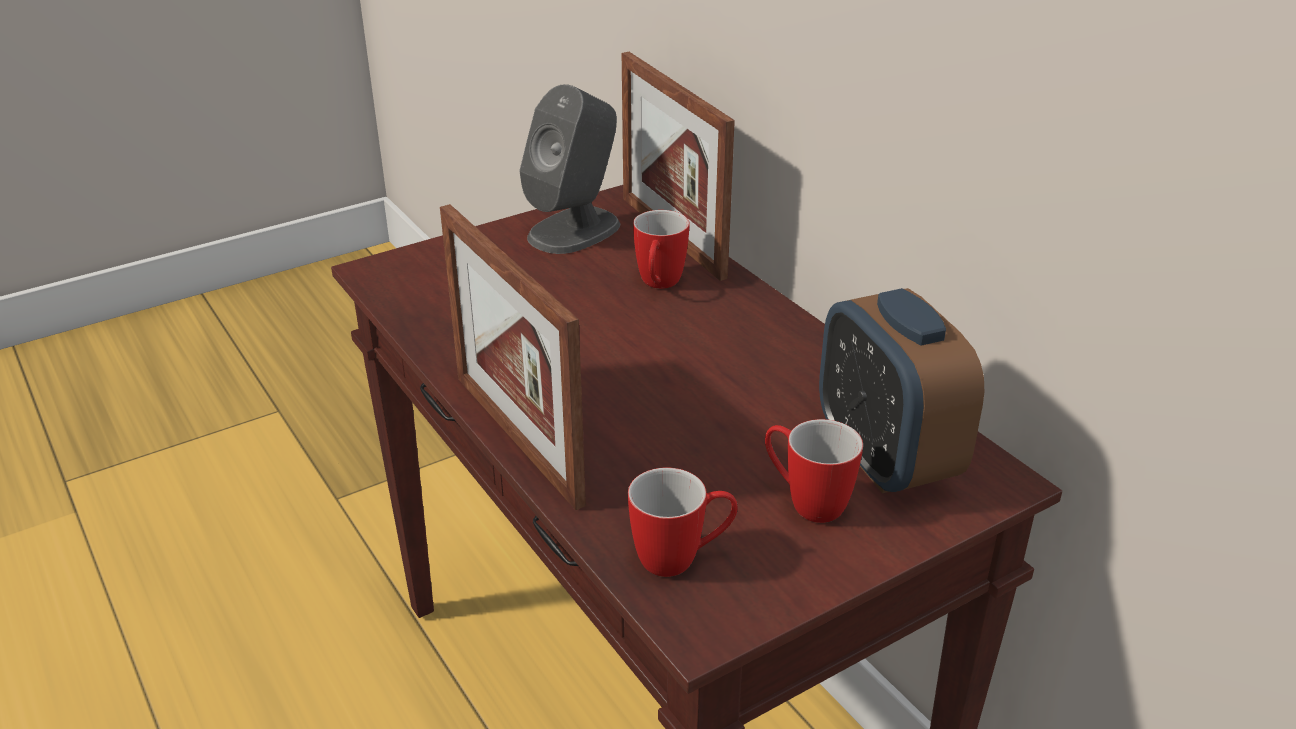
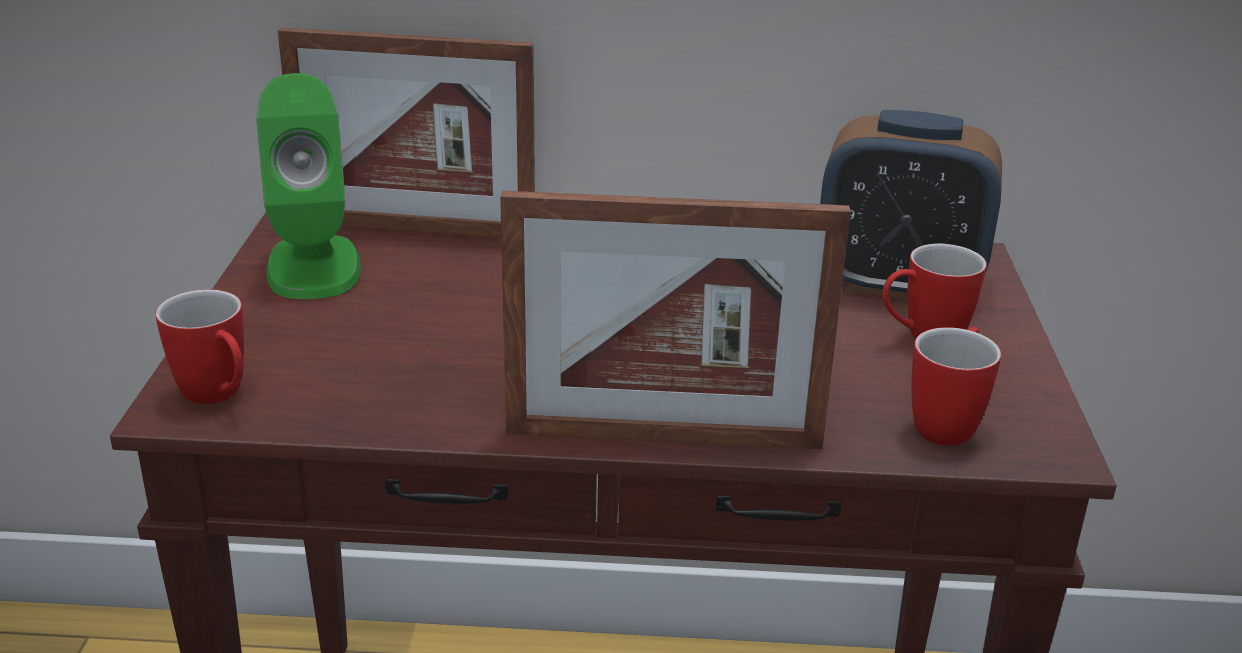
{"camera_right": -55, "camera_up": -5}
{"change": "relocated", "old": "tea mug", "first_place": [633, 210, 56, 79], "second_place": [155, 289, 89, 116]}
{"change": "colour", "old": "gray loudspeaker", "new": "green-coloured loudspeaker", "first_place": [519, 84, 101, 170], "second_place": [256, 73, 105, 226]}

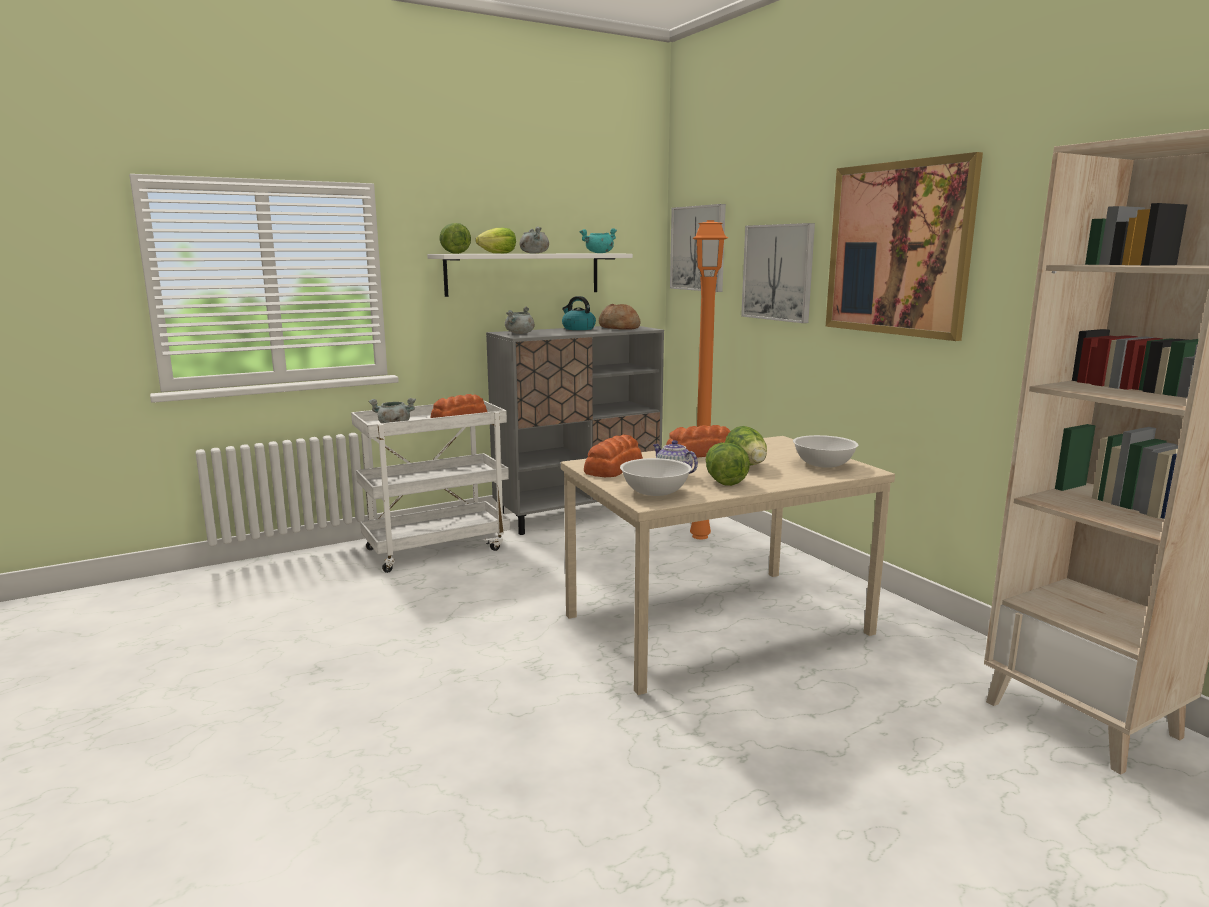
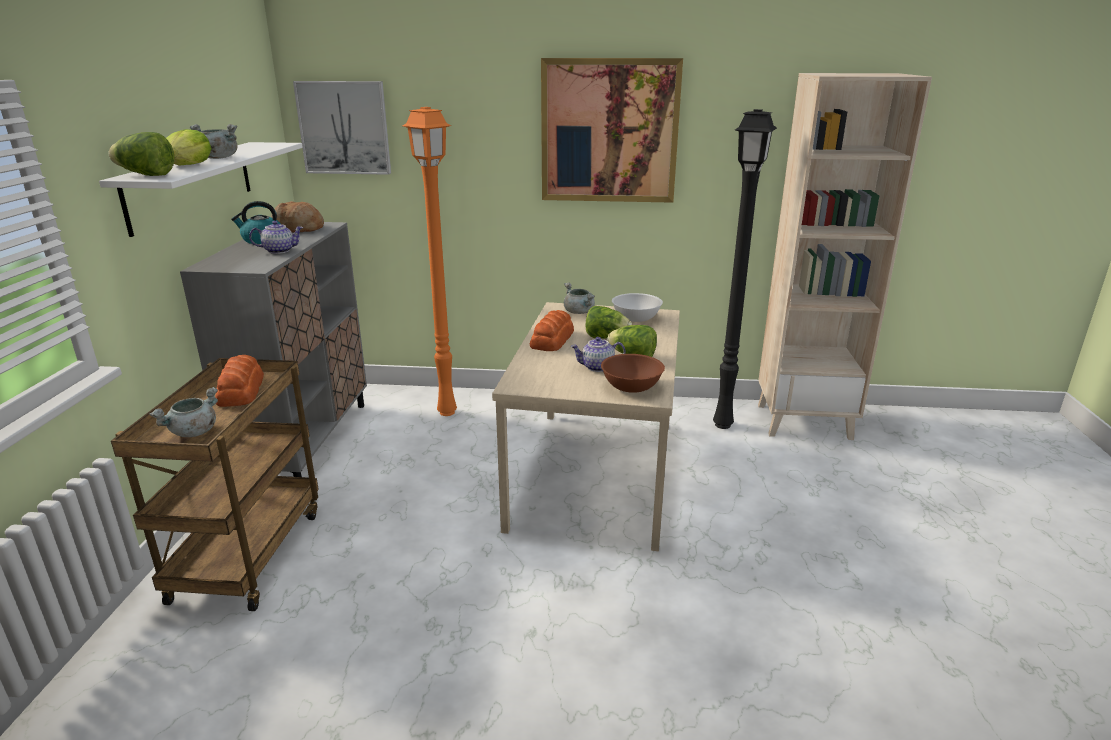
{"camera_right": -55, "camera_up": 10}
{"change": "missing", "old": "blue-green saucepot", "first_place": [580, 228, 37, 25]}
{"change": "missing", "old": "baked bread", "first_place": [584, 434, 59, 43]}
{"change": "missing", "old": "wall art", "first_place": [741, 223, 74, 100]}
{"change": "appeared", "new": "pot for tea", "second_place": [249, 221, 54, 33]}
{"change": "appeared", "new": "blackish standing lamp", "second_place": [713, 109, 64, 320]}
{"change": "relocated", "old": "gray saucepot", "first_place": [505, 307, 30, 27], "second_place": [564, 282, 31, 32]}
{"change": "colour", "old": "whitish cart", "new": "brown-coloured cart", "first_place": [351, 400, 160, 173], "second_place": [111, 358, 208, 253]}
{"change": "colour", "old": "whitish bowl", "new": "brown-coloured bowl", "first_place": [620, 458, 72, 38], "second_place": [601, 354, 64, 39]}

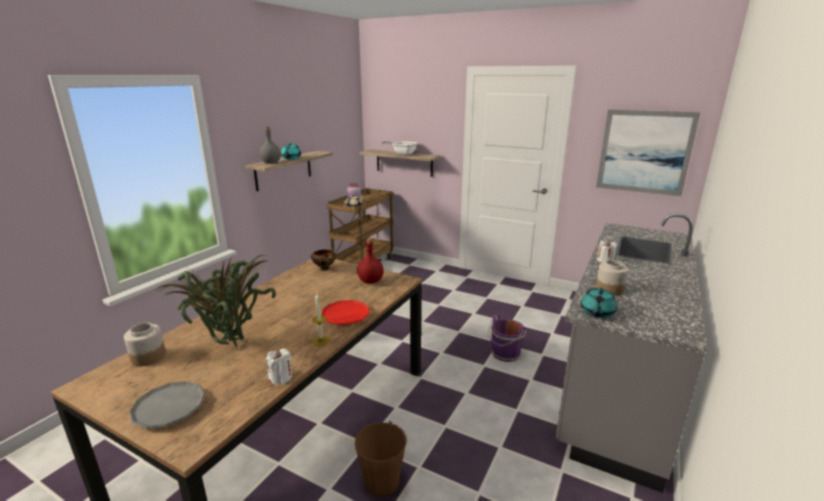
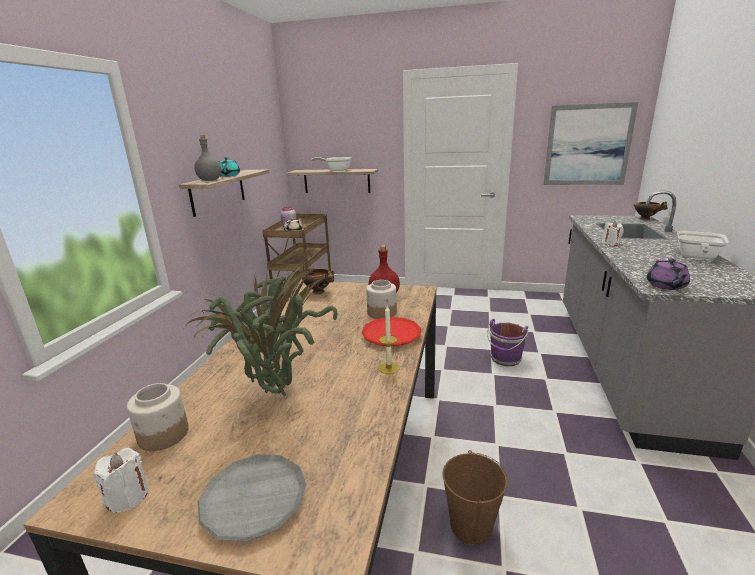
{"camera_right": -15, "camera_up": 0}
{"change": "appeared", "new": "bowl", "second_place": [634, 201, 34, 19]}
{"change": "appeared", "new": "skillet", "second_place": [677, 231, 52, 29]}
{"change": "relocated", "old": "whitish candle", "first_place": [266, 349, 26, 36], "second_place": [94, 448, 54, 65]}
{"change": "relocated", "old": "jar", "first_place": [596, 260, 33, 36], "second_place": [366, 280, 31, 39]}
{"change": "colour", "old": "blue-green pot for tea", "new": "purple pot for tea", "first_place": [581, 287, 36, 31], "second_place": [647, 258, 43, 32]}

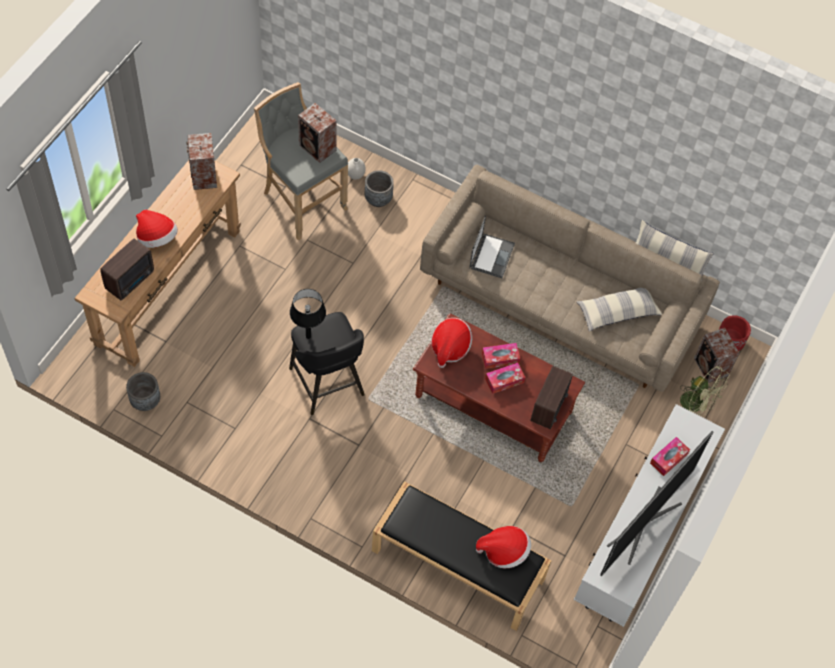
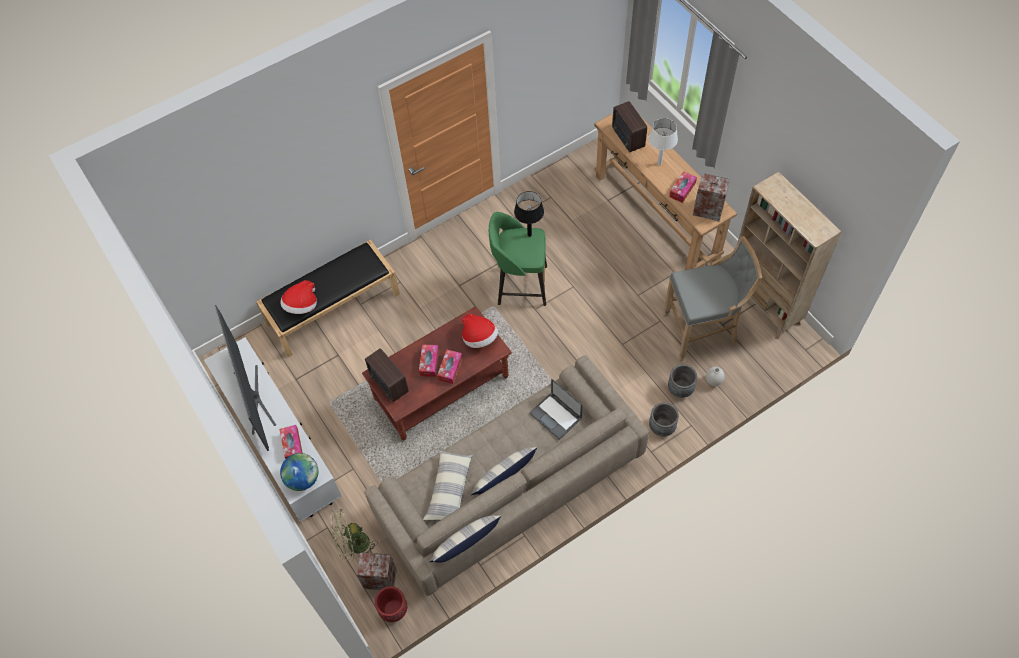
{"camera_right": 125, "camera_up": 0}
{"change": "missing", "old": "loudspeaker", "first_place": [298, 103, 39, 60]}
{"change": "appeared", "new": "world globe", "second_place": [280, 453, 38, 38]}
{"change": "appeared", "new": "throw pillow", "second_place": [471, 447, 66, 48]}
{"change": "appeared", "new": "tissue box", "second_place": [669, 171, 28, 32]}
{"change": "appeared", "new": "beige shelving unit", "second_place": [737, 172, 105, 167]}
{"change": "relocated", "old": "gray plant pot", "first_place": [126, 372, 34, 39], "second_place": [649, 403, 30, 33]}
{"change": "exchanged", "old": "hat", "new": "whitish lamp for a table", "first_place": [136, 210, 42, 38], "second_place": [648, 118, 30, 47]}
{"change": "colour", "old": "blackish stool", "new": "green-coloured stool", "first_place": [289, 312, 76, 103], "second_place": [489, 212, 58, 94]}

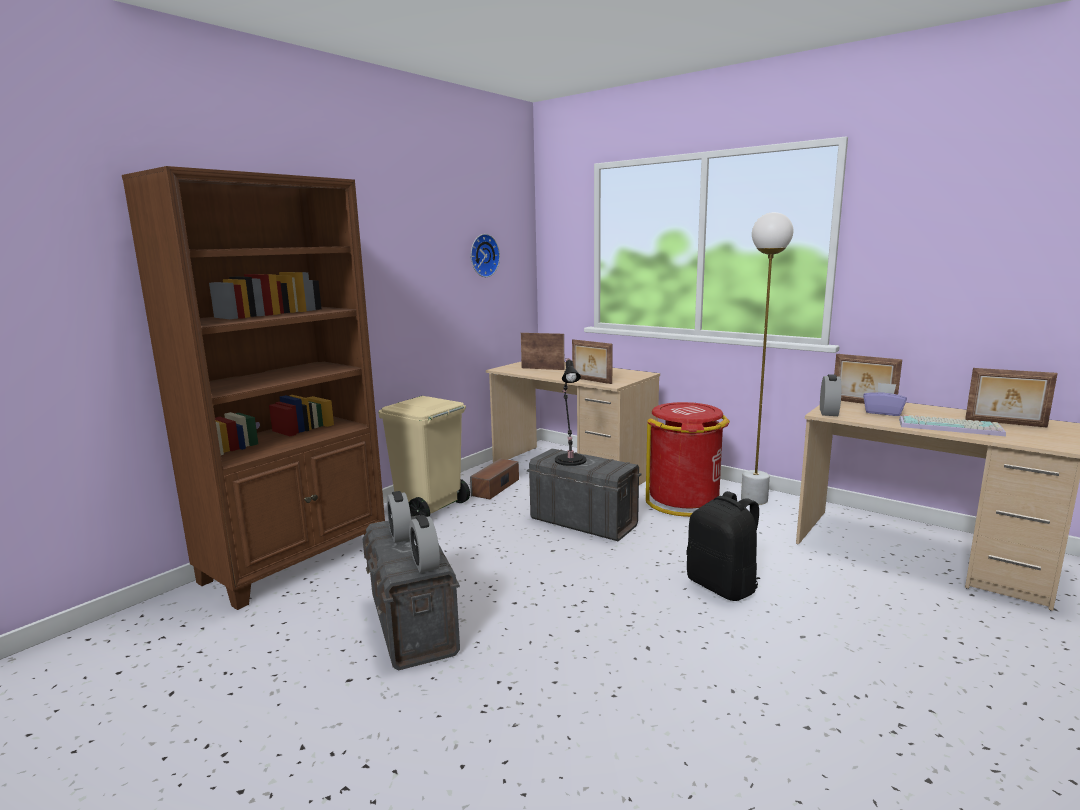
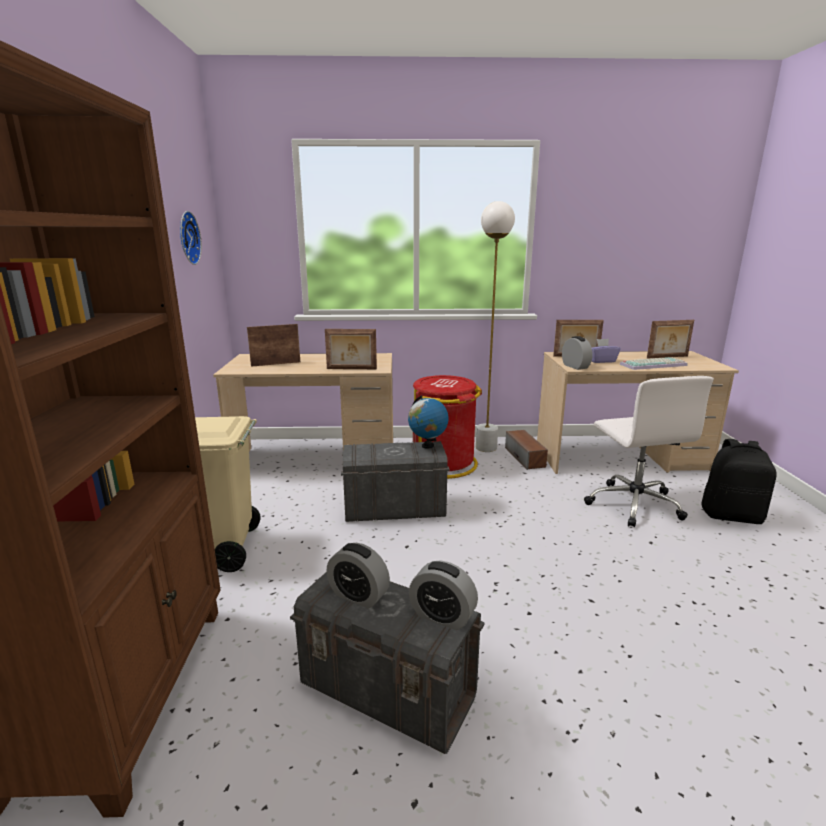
{"camera_right": -40, "camera_up": 5}
{"change": "missing", "old": "blackish lamp for a table", "first_place": [555, 358, 31, 108]}
{"change": "appeared", "new": "world globe", "second_place": [408, 395, 41, 54]}
{"change": "appeared", "new": "whitish desk chair", "second_place": [584, 376, 130, 151]}
{"change": "relocated", "old": "loudspeaker", "first_place": [470, 458, 49, 41], "second_place": [505, 430, 43, 40]}
{"change": "relocated", "old": "blackish rucksack", "first_place": [687, 491, 73, 110], "second_place": [701, 439, 76, 85]}

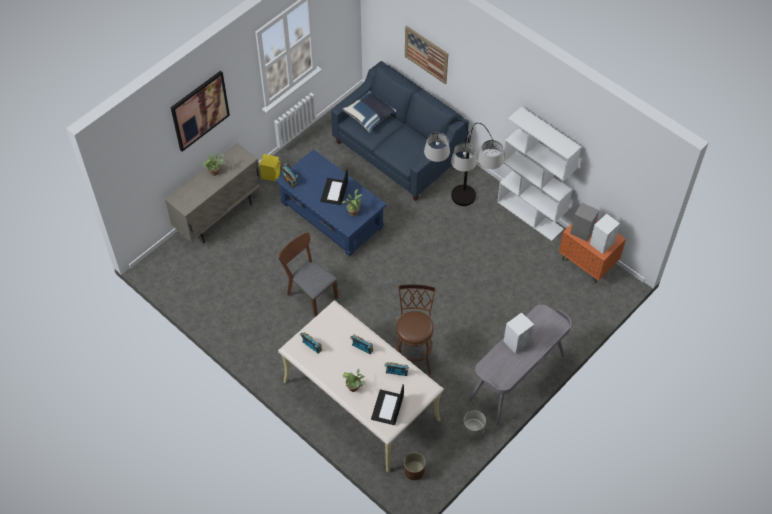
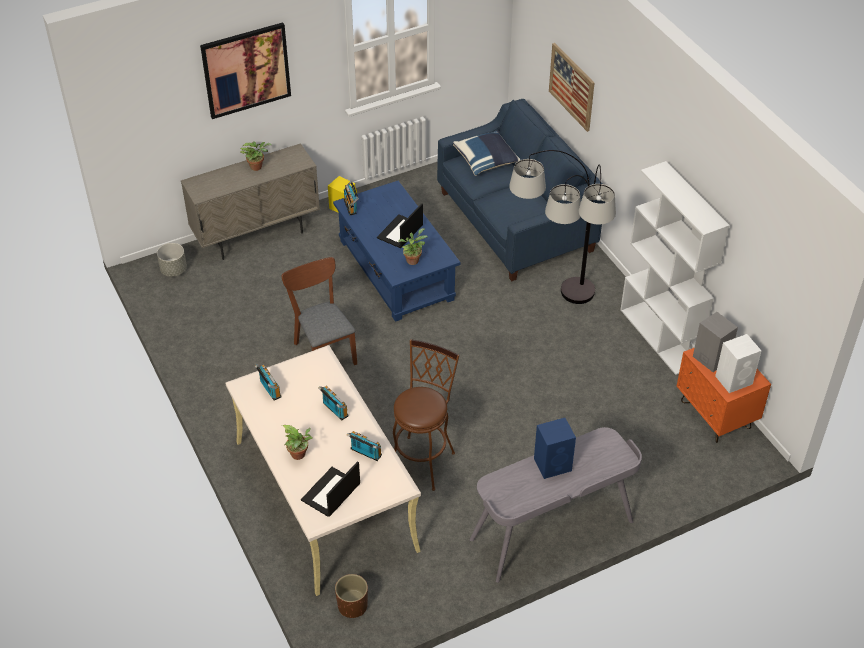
{"camera_right": 20, "camera_up": -10}
{"change": "relocated", "old": "gray plant pot", "first_place": [463, 411, 23, 27], "second_place": [157, 243, 30, 34]}
{"change": "colour", "old": "whitish loudspeaker", "new": "blue loudspeaker", "first_place": [504, 312, 30, 42], "second_place": [534, 418, 42, 61]}

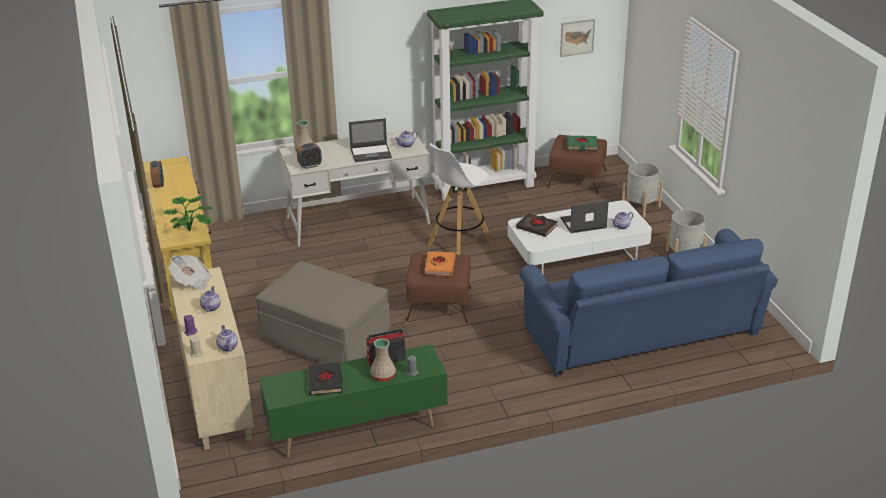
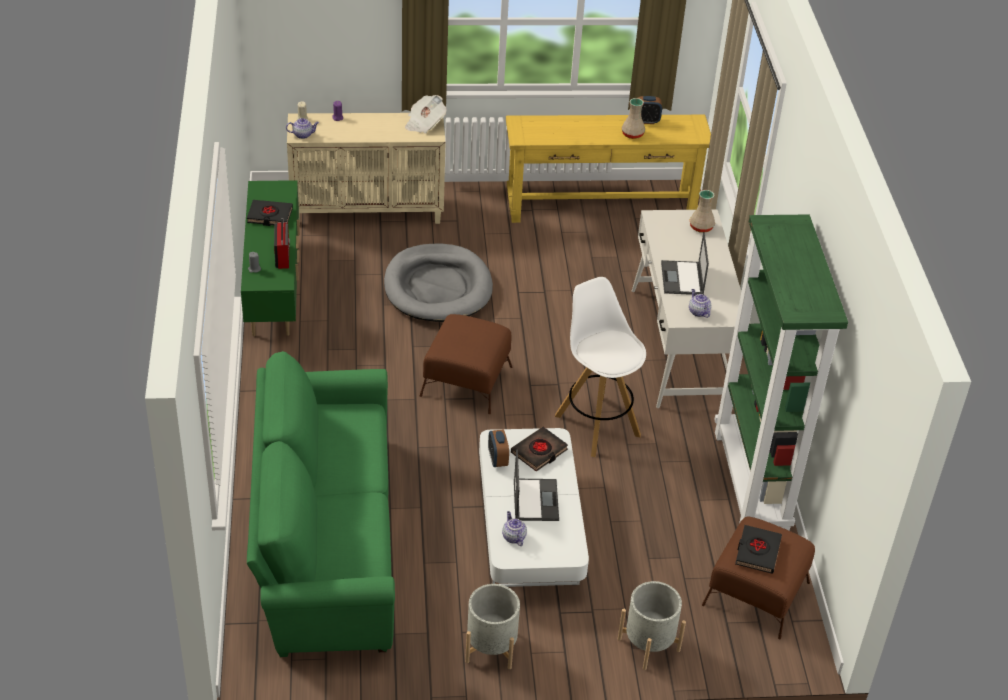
{"camera_right": 100, "camera_up": 10}
{"change": "missing", "old": "houseplant", "first_place": [164, 196, 48, 35]}
{"change": "missing", "old": "pot for tea", "first_place": [200, 286, 21, 26]}
{"change": "missing", "old": "orangey volume", "first_place": [424, 251, 32, 25]}
{"change": "missing", "old": "wall art", "first_place": [560, 19, 35, 38]}
{"change": "relocated", "old": "alarm clock", "first_place": [297, 143, 25, 26], "second_place": [488, 429, 21, 38]}
{"change": "relocated", "old": "beige decorative vase", "first_place": [370, 339, 26, 43], "second_place": [622, 98, 23, 41]}
{"change": "exchanged", "old": "beige ottoman", "new": "gray pet bed", "first_place": [256, 261, 135, 103], "second_place": [384, 244, 109, 78]}
{"change": "colour", "old": "blue couch", "new": "green-coloured couch", "first_place": [519, 229, 259, 148], "second_place": [247, 351, 148, 306]}
{"change": "colour", "old": "green-coloured volume", "new": "blackish volume", "first_place": [567, 136, 31, 15], "second_place": [735, 525, 47, 49]}

